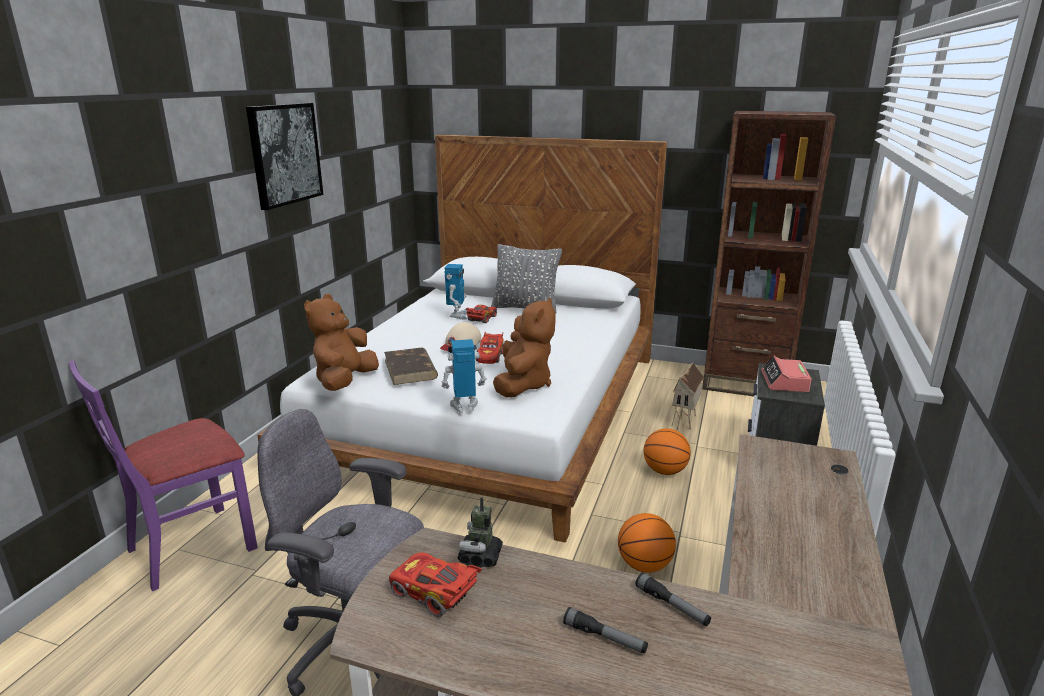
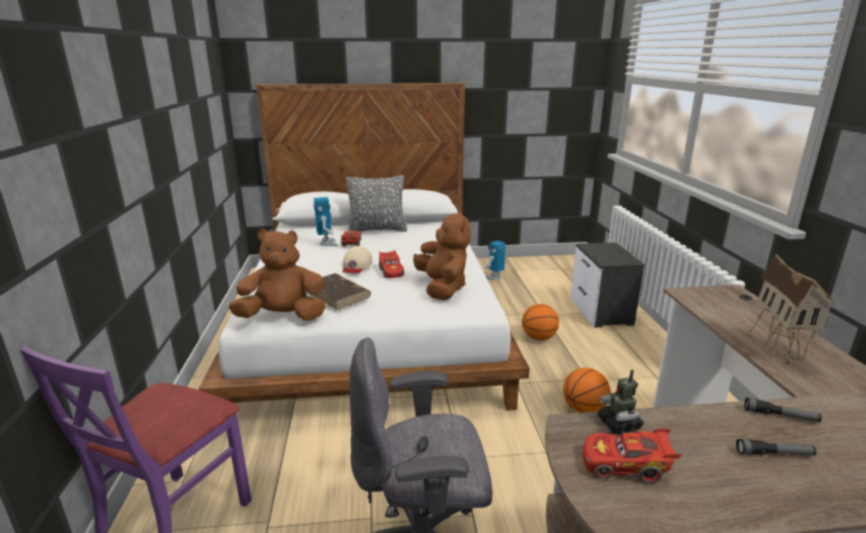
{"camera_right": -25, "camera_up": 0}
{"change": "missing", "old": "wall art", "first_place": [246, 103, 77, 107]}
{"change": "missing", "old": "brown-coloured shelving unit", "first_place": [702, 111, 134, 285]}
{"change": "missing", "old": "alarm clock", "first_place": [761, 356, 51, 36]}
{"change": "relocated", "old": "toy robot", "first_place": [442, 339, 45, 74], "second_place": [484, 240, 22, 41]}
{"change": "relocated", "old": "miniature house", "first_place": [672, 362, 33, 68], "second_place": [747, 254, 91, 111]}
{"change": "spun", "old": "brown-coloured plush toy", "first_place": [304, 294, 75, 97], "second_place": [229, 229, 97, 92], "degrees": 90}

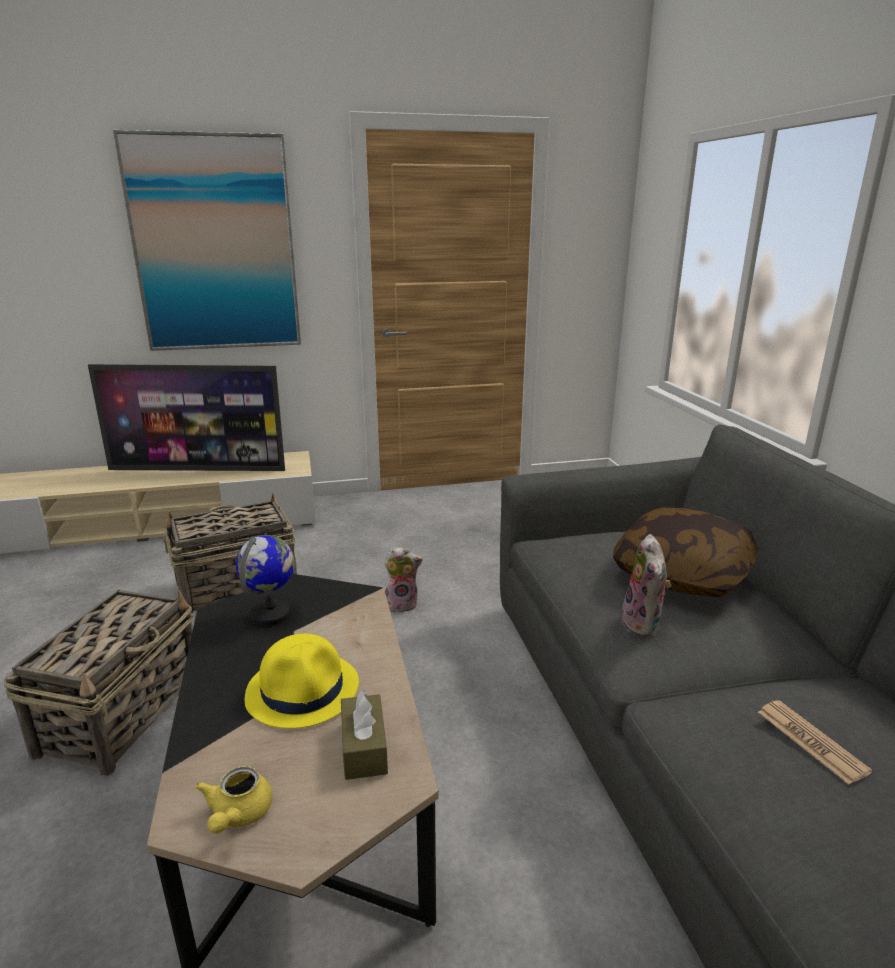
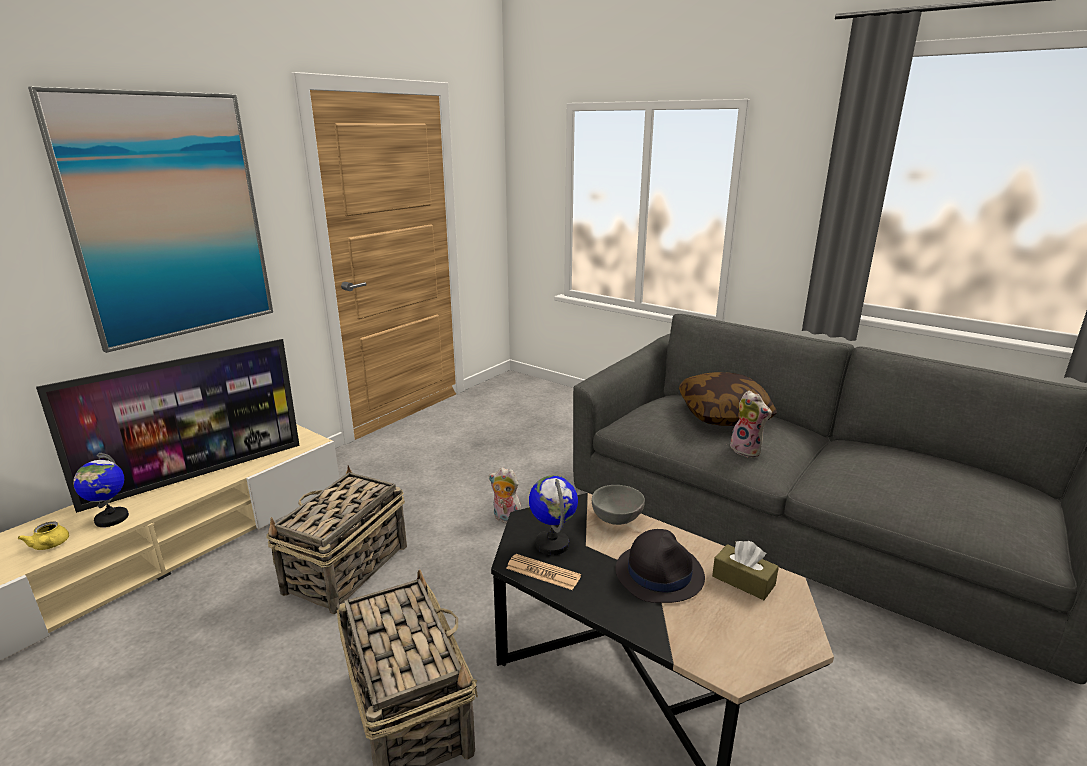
{"camera_right": -40, "camera_up": 0}
{"change": "appeared", "new": "world globe", "second_place": [73, 453, 56, 74]}
{"change": "appeared", "new": "gray bowl", "second_place": [592, 485, 53, 40]}
{"change": "relocated", "old": "yellow pot for tea", "first_place": [195, 766, 78, 68], "second_place": [18, 522, 51, 28]}
{"change": "relocated", "old": "printed paper", "first_place": [758, 700, 114, 85], "second_place": [506, 554, 75, 36]}
{"change": "colour", "old": "yellow hat", "new": "blackish hat", "first_place": [245, 633, 114, 95], "second_place": [616, 529, 89, 74]}
{"change": "spun", "old": "plush toy", "first_place": [384, 546, 39, 67], "second_place": [489, 467, 32, 57], "degrees": -105}

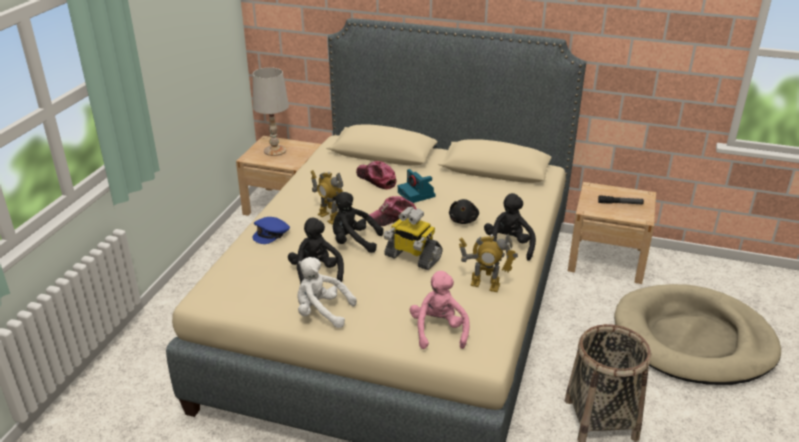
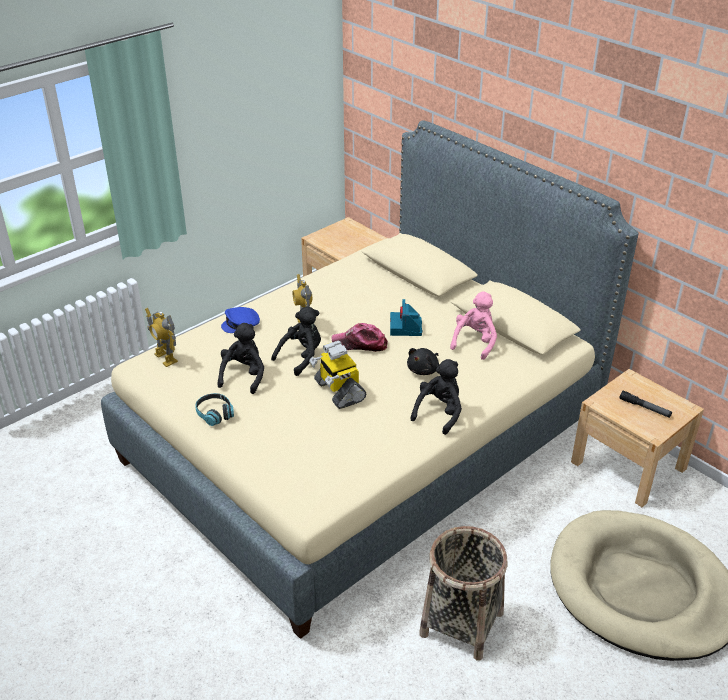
{"camera_right": 30, "camera_up": 5}
{"change": "missing", "old": "whitish lamp for a table", "first_place": [253, 67, 36, 89]}
{"change": "missing", "old": "baseball cap", "first_place": [356, 161, 40, 29]}
{"change": "relocated", "old": "pink plush toy", "first_place": [410, 271, 60, 78], "second_place": [450, 291, 47, 69]}
{"change": "relocated", "old": "toy robot", "first_place": [459, 234, 59, 58], "second_place": [145, 308, 33, 59]}
{"change": "exchanged", "old": "whitish plush toy", "new": "headphones", "first_place": [297, 257, 60, 71], "second_place": [195, 393, 39, 33]}
{"change": "spun", "old": "blackish plush toy", "first_place": [333, 192, 51, 61], "second_place": [271, 306, 50, 70], "degrees": 90}

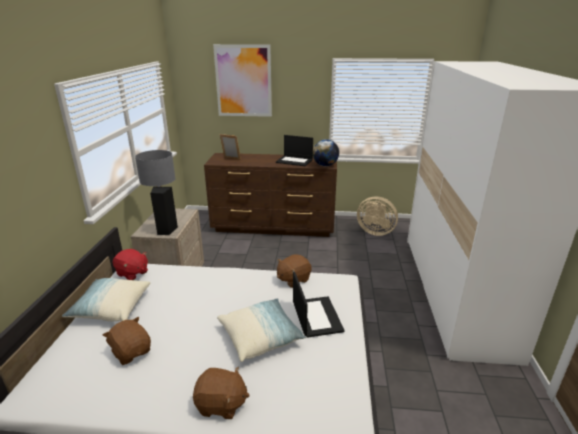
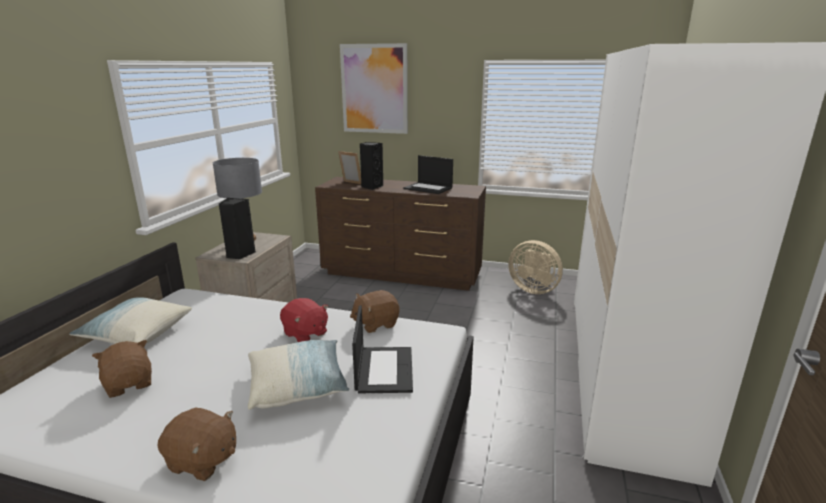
{"camera_right": 10, "camera_up": -5}
{"change": "missing", "old": "world globe", "first_place": [313, 139, 26, 27]}
{"change": "appeared", "new": "blackish loudspeaker", "second_place": [360, 142, 23, 48]}
{"change": "relocated", "old": "red-coloured plush toy", "first_place": [113, 249, 35, 31], "second_place": [280, 298, 48, 44]}

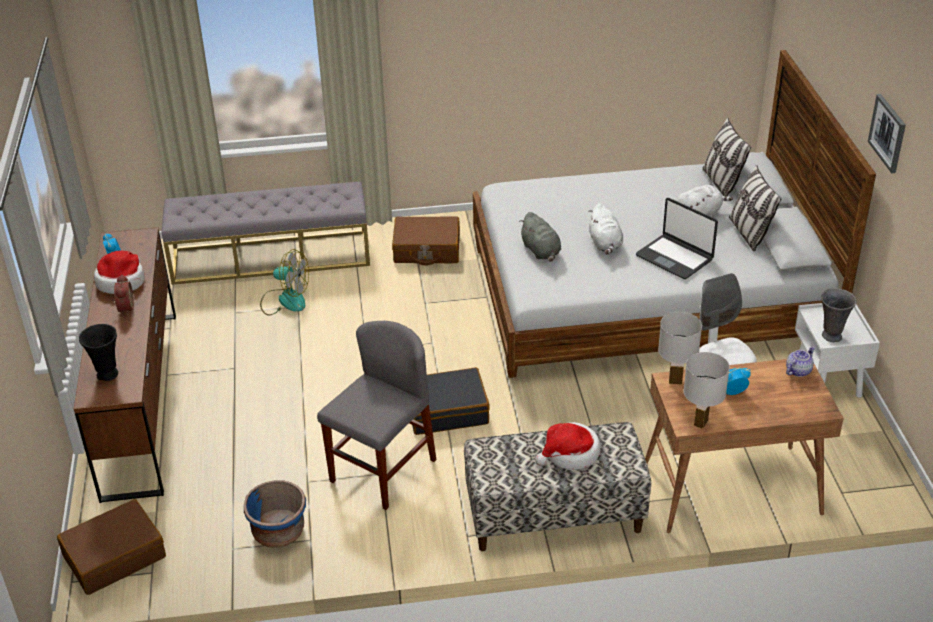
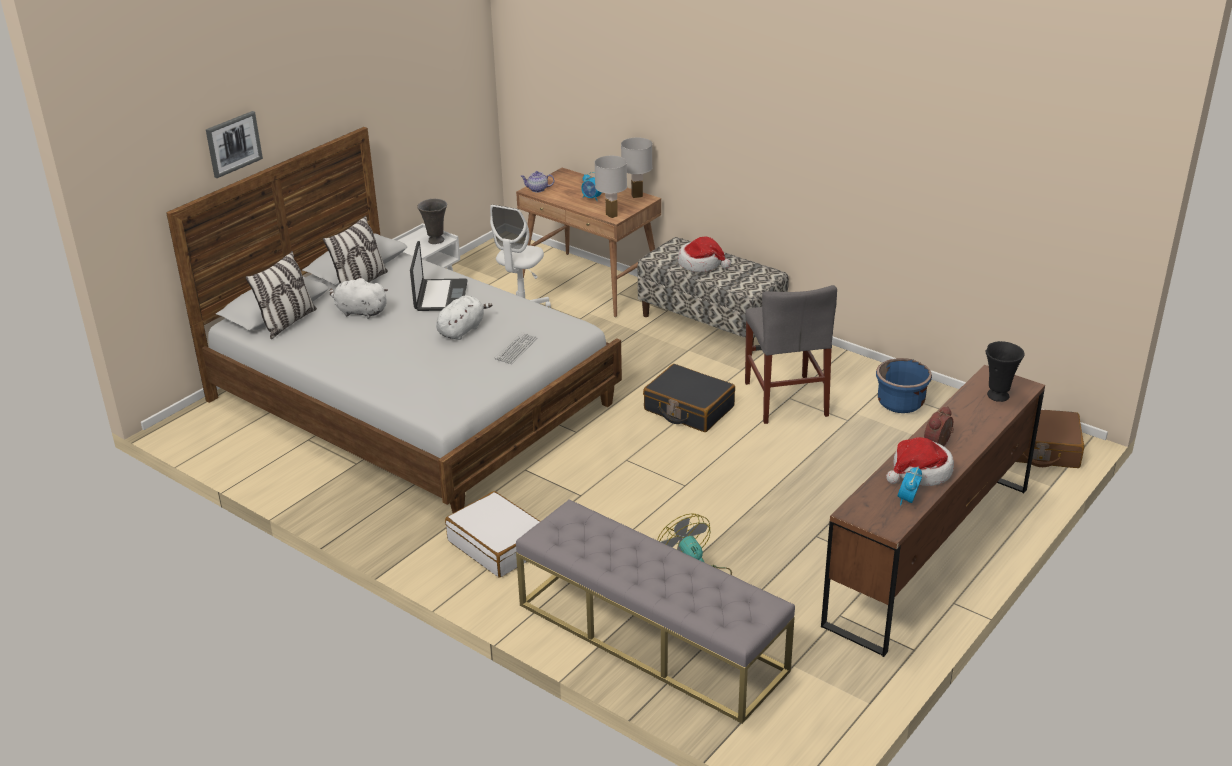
{"camera_right": -135, "camera_up": -5}
{"change": "relocated", "old": "wall art", "first_place": [868, 94, 38, 79], "second_place": [206, 111, 57, 67]}
{"change": "exchanged", "old": "gray plush toy", "new": "computer keyboard", "first_place": [519, 212, 42, 50], "second_place": [495, 332, 43, 32]}
{"change": "colour", "old": "brown-coloured piece of luggage", "new": "whitish piece of luggage", "first_place": [392, 216, 68, 49], "second_place": [445, 491, 96, 87]}
{"change": "spun", "old": "gray plain chair", "first_place": [317, 321, 119, 189], "second_place": [745, 285, 92, 139], "degrees": -90}

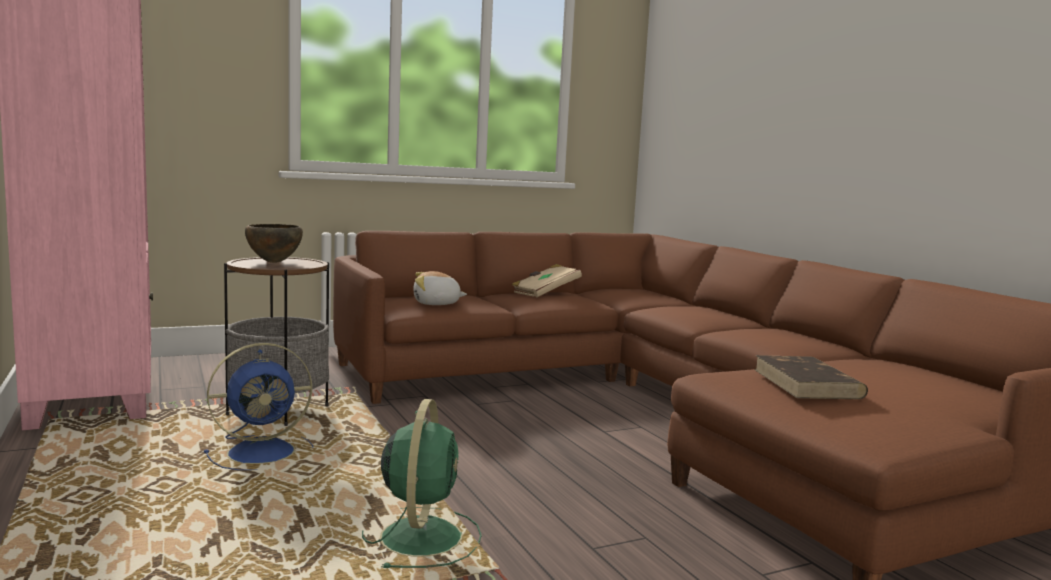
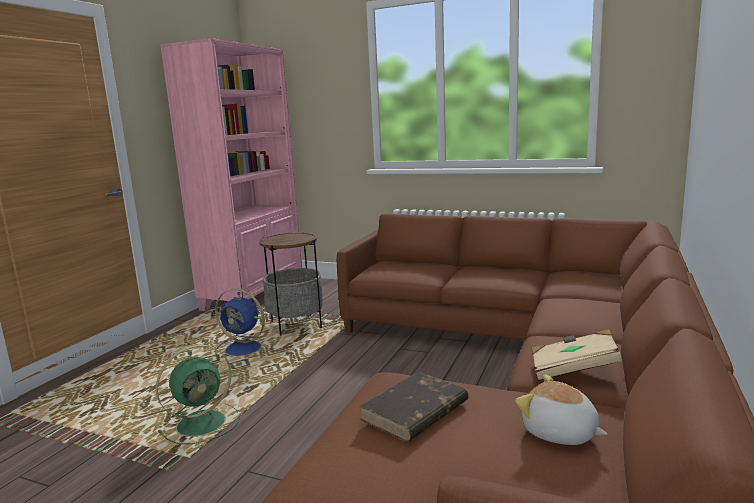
{"camera_right": 50, "camera_up": 5}
{"change": "missing", "old": "brown-coloured bowl", "first_place": [245, 224, 58, 39]}
{"change": "relocated", "old": "plush toy", "first_place": [413, 271, 54, 34], "second_place": [515, 374, 92, 71]}
{"change": "relocated", "old": "beige volume", "first_place": [512, 264, 70, 33], "second_place": [532, 329, 90, 51]}

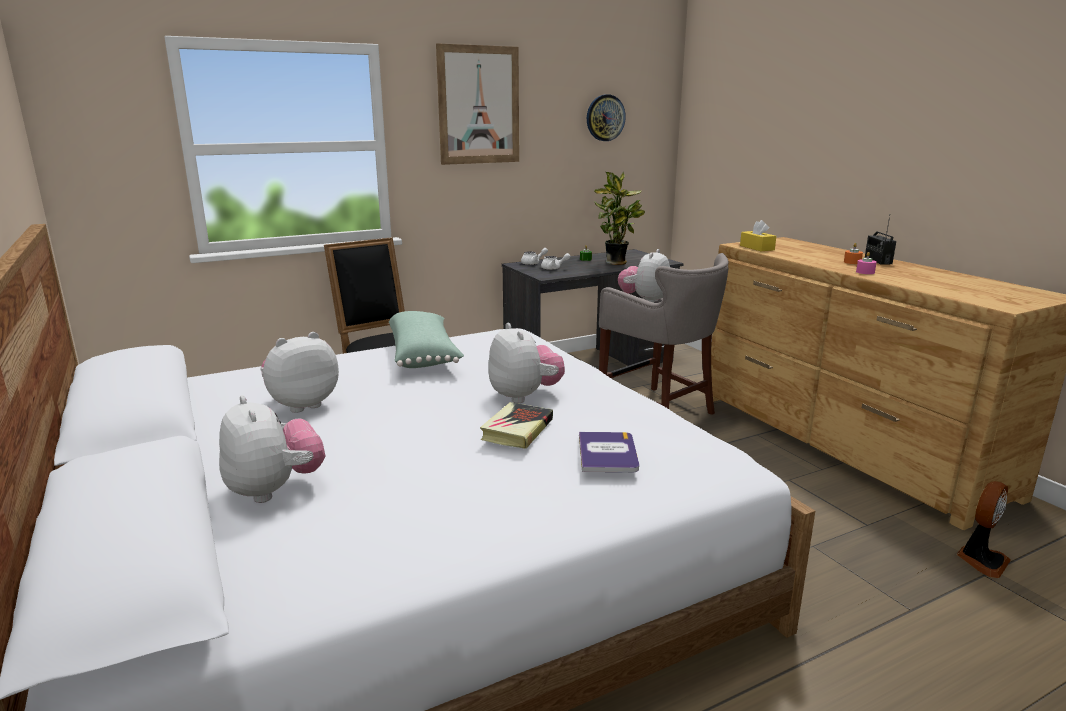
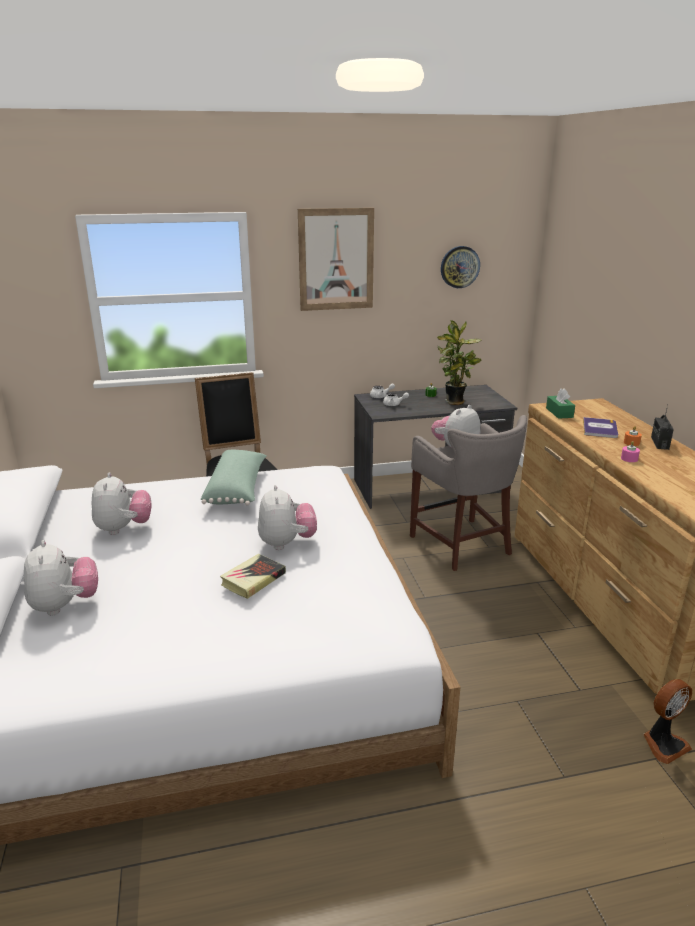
{"camera_right": 15, "camera_up": 5}
{"change": "relocated", "old": "volume", "first_place": [579, 432, 60, 40], "second_place": [583, 417, 35, 21]}
{"change": "colour", "old": "yellow tissue box", "new": "green-coloured tissue box", "first_place": [740, 220, 36, 31], "second_place": [546, 389, 29, 30]}
{"change": "spun", "old": "plush toy", "first_place": [260, 332, 79, 81], "second_place": [92, 472, 60, 63], "degrees": 105}

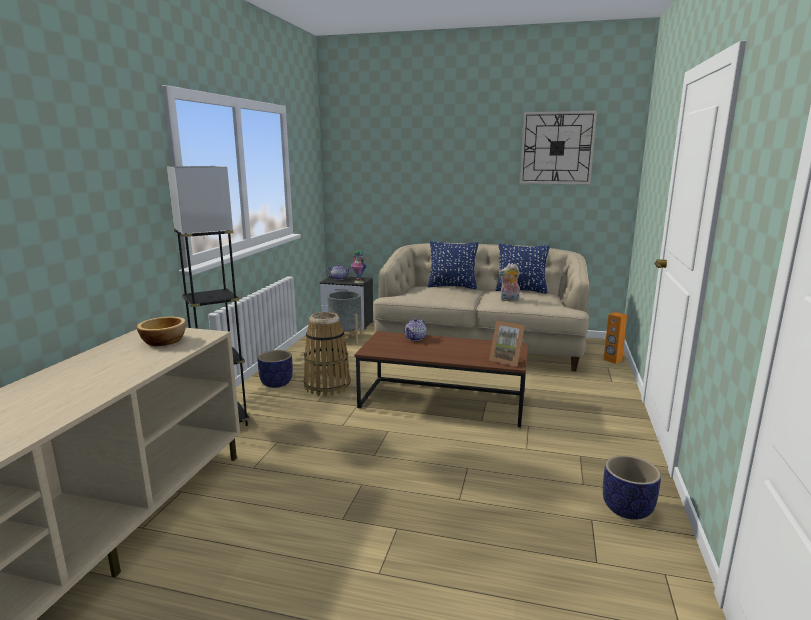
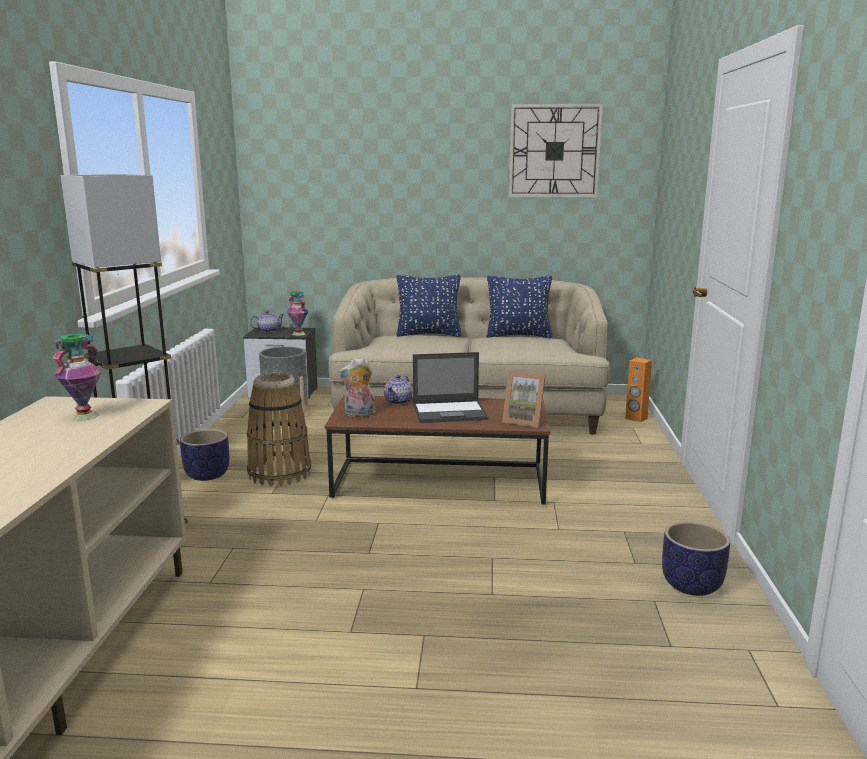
{"camera_right": -10, "camera_up": 0}
{"change": "appeared", "new": "notebook computer", "second_place": [413, 352, 75, 71]}
{"change": "relocated", "old": "plush toy", "first_place": [498, 264, 22, 37], "second_place": [338, 357, 37, 60]}
{"change": "exchanged", "old": "bowl", "new": "decorative vase", "first_place": [137, 317, 49, 29], "second_place": [53, 334, 49, 87]}

